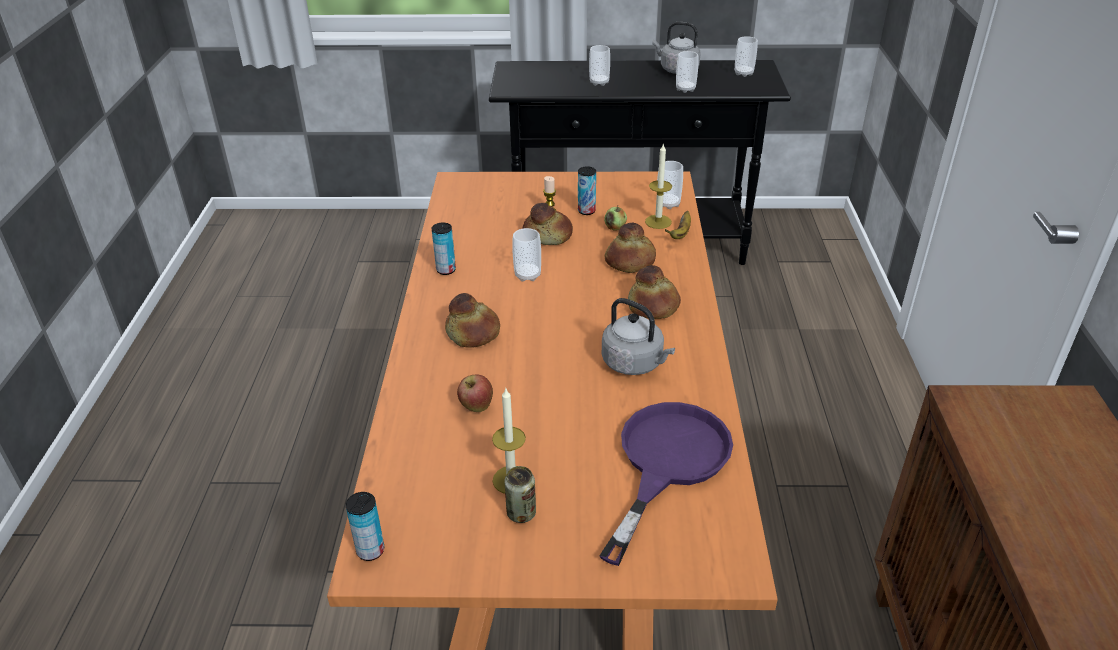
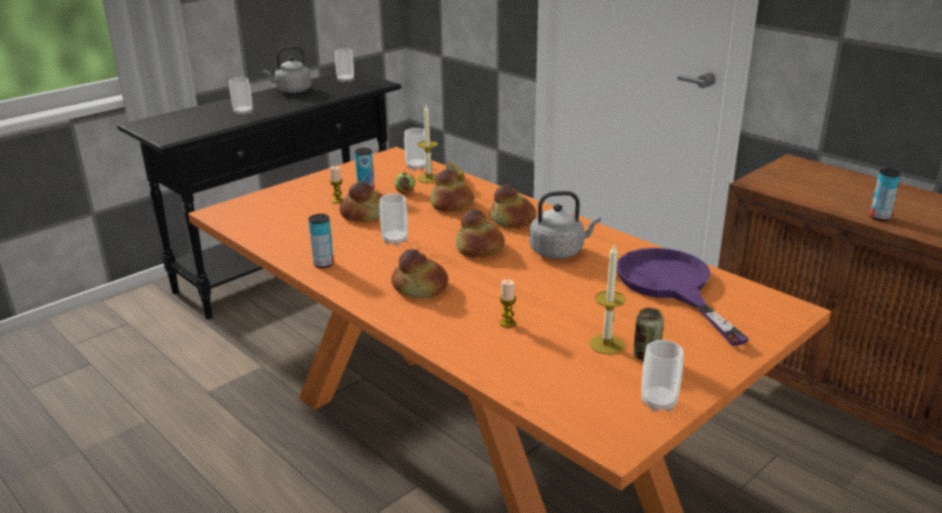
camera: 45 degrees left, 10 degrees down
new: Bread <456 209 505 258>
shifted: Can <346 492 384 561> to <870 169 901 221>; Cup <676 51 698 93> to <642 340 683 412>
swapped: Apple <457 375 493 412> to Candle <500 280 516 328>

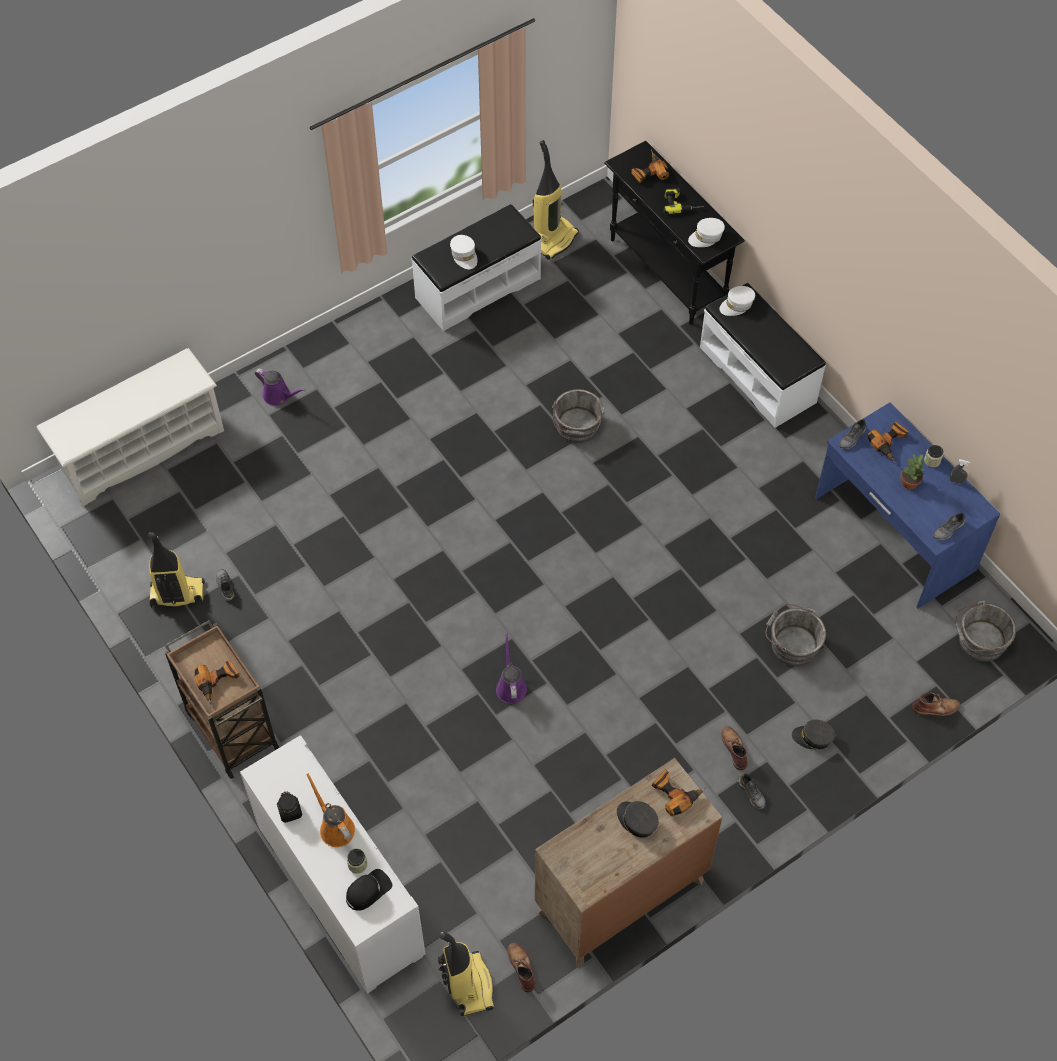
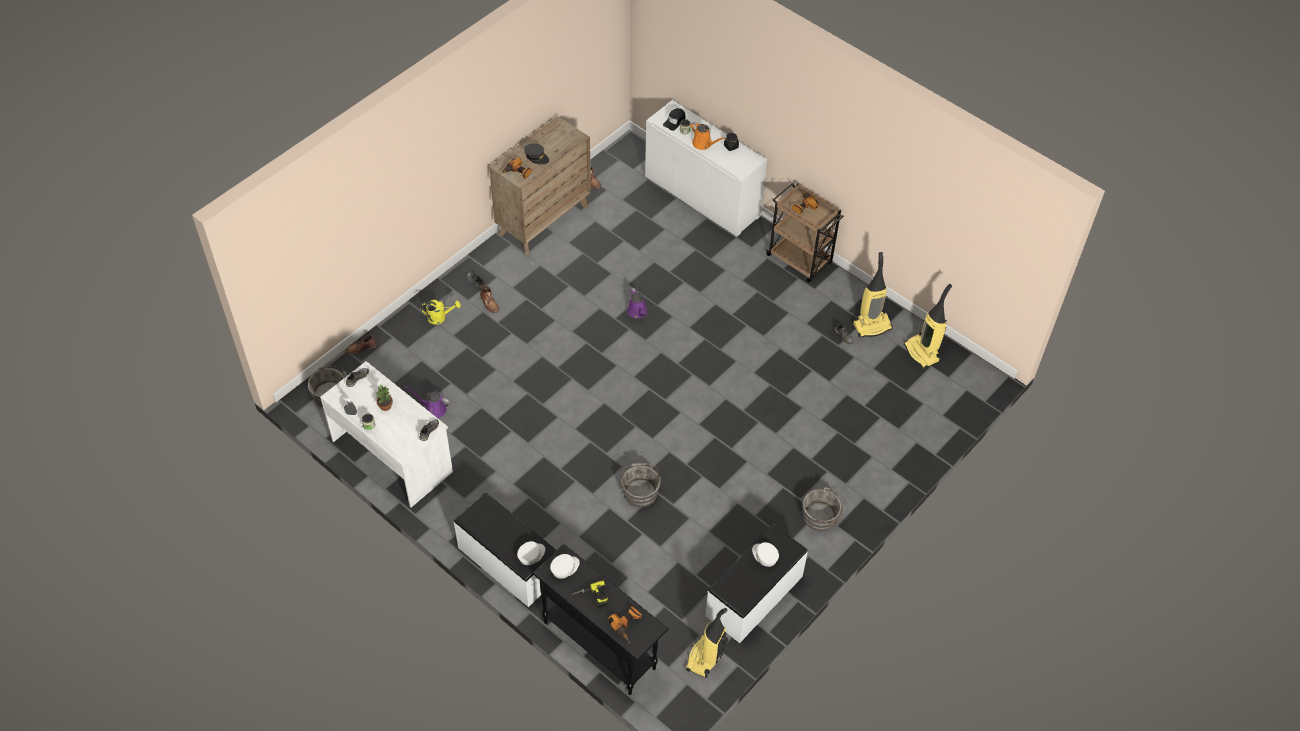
camera: 165 degrees right, 5 degrees down
gone: WhiteShoeRack <36 348 224 506>; PowerDrill <867 422 909 464>
shifted: PurpleWateringCan <255 369 305 406> to <405 386 450 418>; VacuumCleaner <438 932 494 1016> to <904 284 952 369>; GreyBucket <766 604 826 666> to <803 487 846 531>
swapped: GreyCap <792 720 835 750> to YellowWateringCan <421 300 461 325>
repainted: BlueDesk <815 402 1000 609> to WhiteDesk <320 361 453 508>

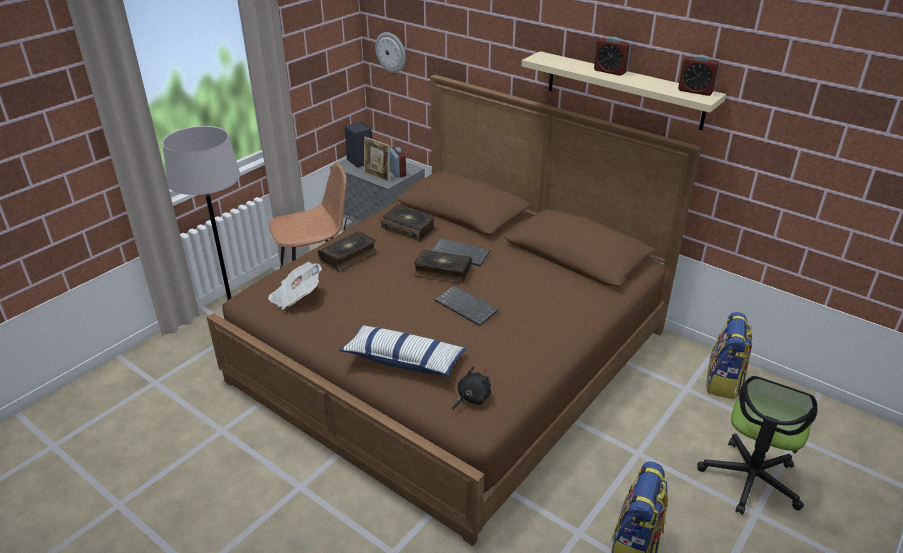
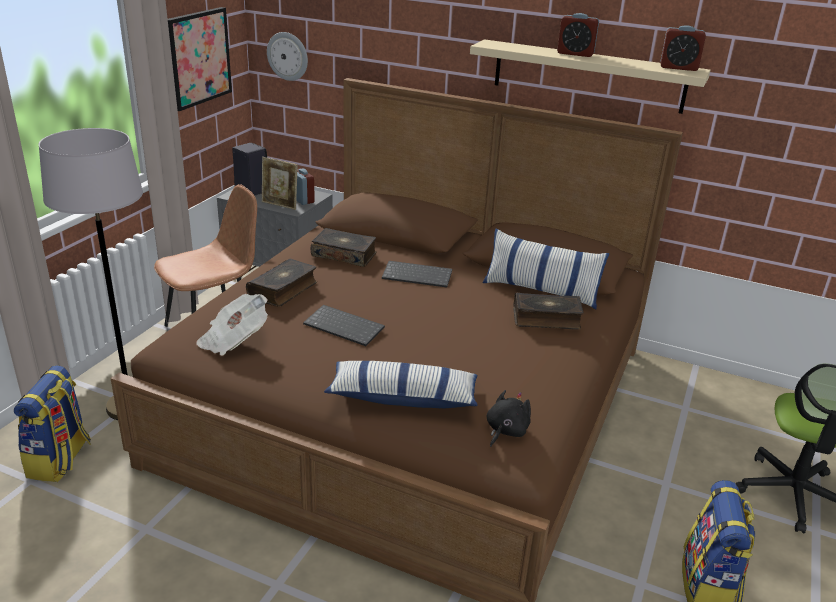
camera: 15 degrees left, 5 degrees down
new: Picture <168 7 232 111>; Pillow <483 229 609 309>
shifted: Book <414 249 472 284> to <513 293 584 330>; Keyboard <435 285 499 326> to <303 305 385 346>; Backpack <706 312 752 399> to <14 365 91 482>

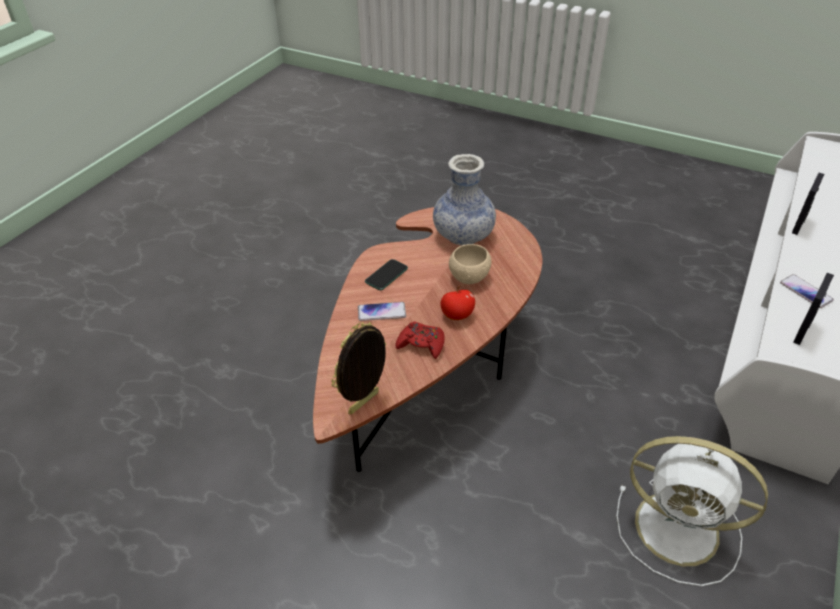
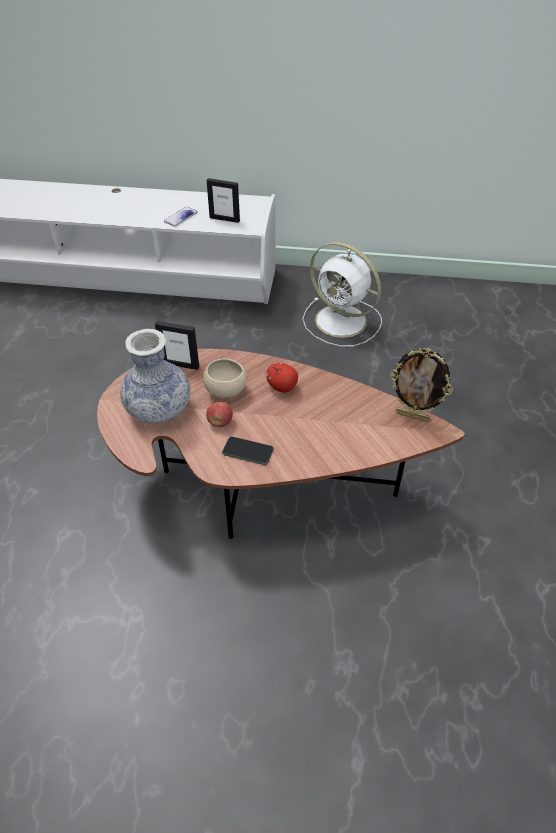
camera: 110 degrees left, 5 degrees up
gone: Phone <358 302 406 321>; RedGameController <395 322 445 359>
new: Apple <206 401 233 427>
shifted: PictureFrame <792 173 824 235> to <155 321 199 370>
rotated: WhiteFan <616 436 768 586> = <302 242 382 347> 120 degrees clockwise

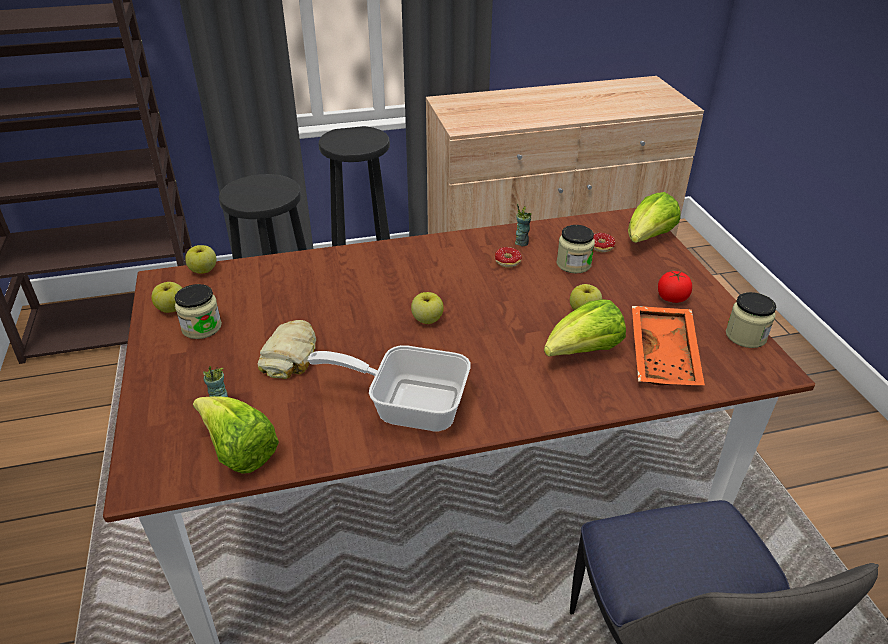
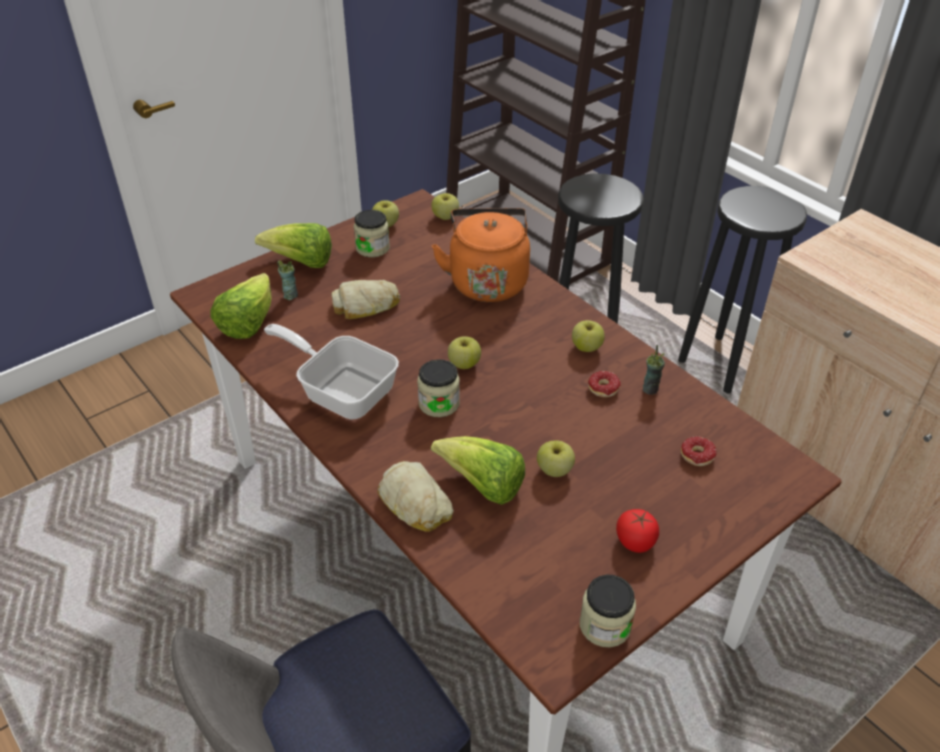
camera: 65 degrees right, 5 degrees up
gone: OrangeTray <632 306 705 385>
new: Bread <377 461 454 532>; OrangeKettle <432 208 530 302>; Apple <572 320 605 352>
shifted: Jar <556 225 595 274> to <417 359 460 417>; Lettuce <628 192 680 243> to <255 223 332 268>
rotated: FryingPan <308 345 471 431> = <264 324 399 419> 45 degrees counterclockwise

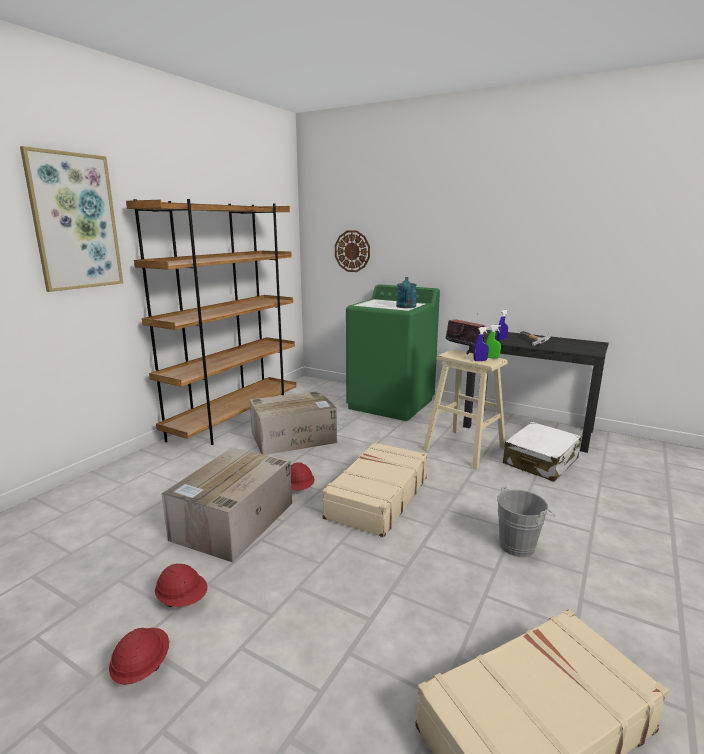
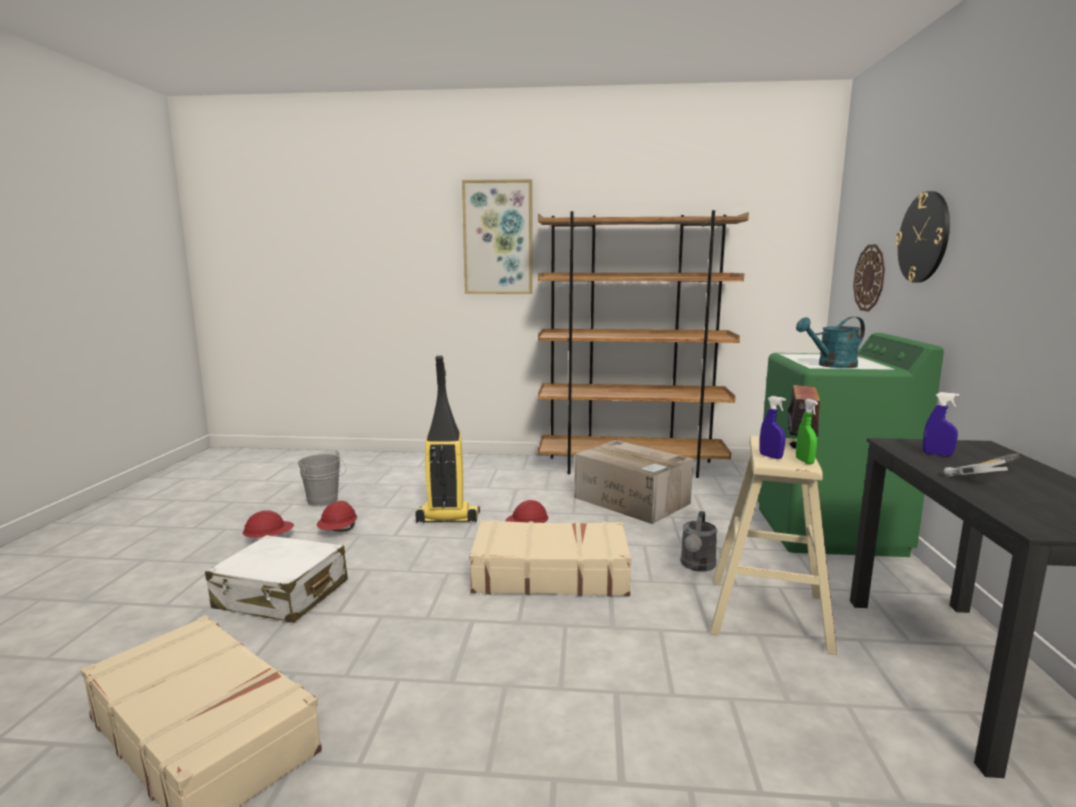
camera: 65 degrees right, 5 degrees down
new: GreyWateringCan <681 511 717 571>; WallClock <895 191 950 283>
shifted: GreyBucket <497 485 555 558> to <298 451 346 506>; WhiteSuitcase <503 422 582 482> to <205 535 348 623>
swapped: CardboardBox <161 448 292 563> to VacuumCleaner <415 355 480 523>

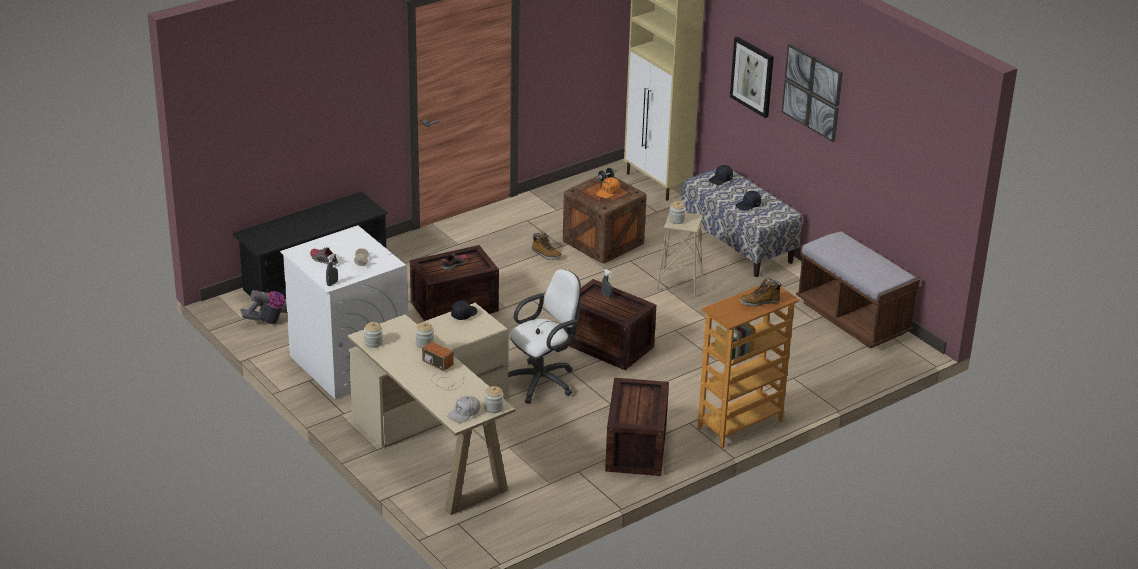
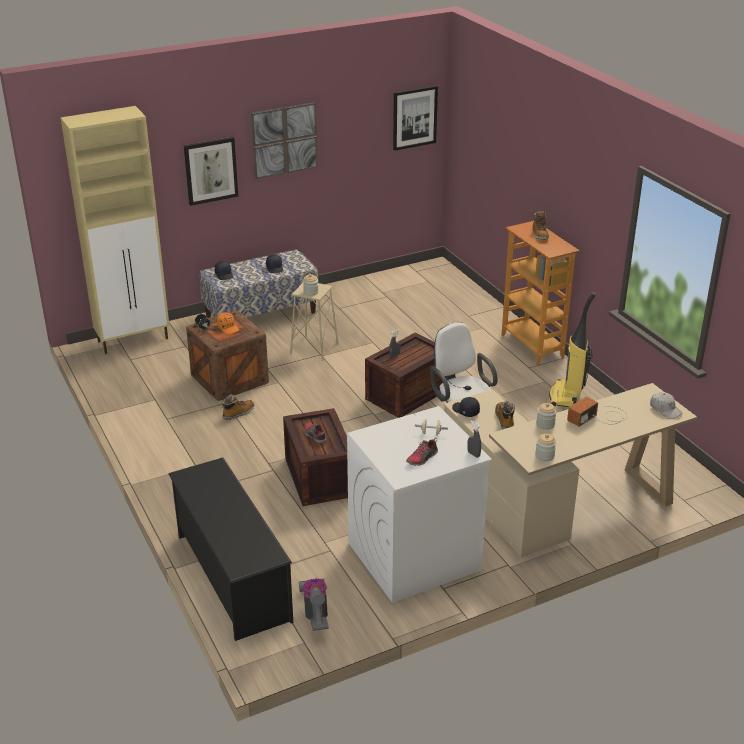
camera: 80 degrees left, 0 degrees up
gone: Jar <484 386 503 413>; BrownBench <796 230 920 349>
new: Picture <393 85 438 151>; Boot <495 401 515 429>
swapped: Crate <605 378 669 476> to VacuumCleaner <549 292 596 407>

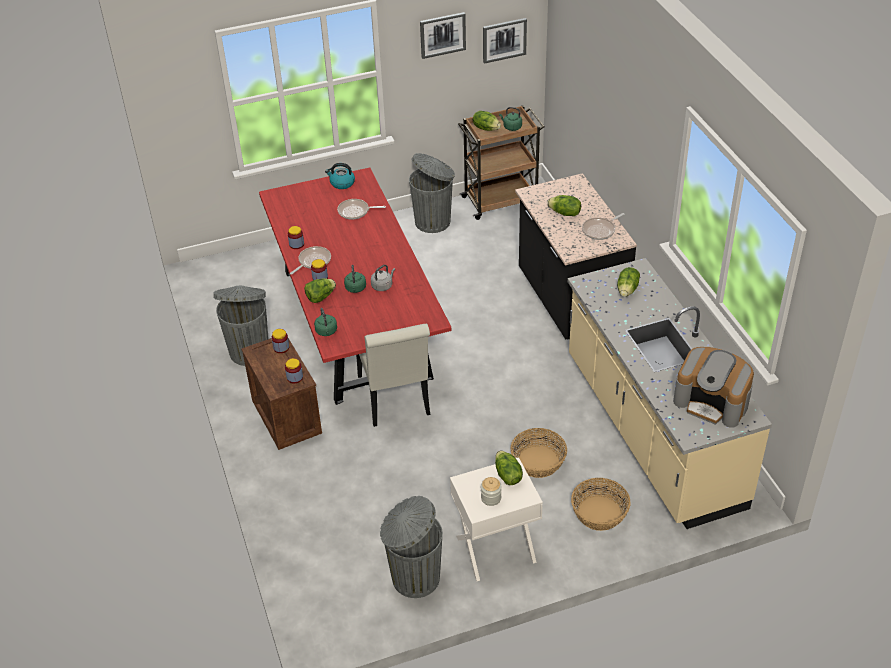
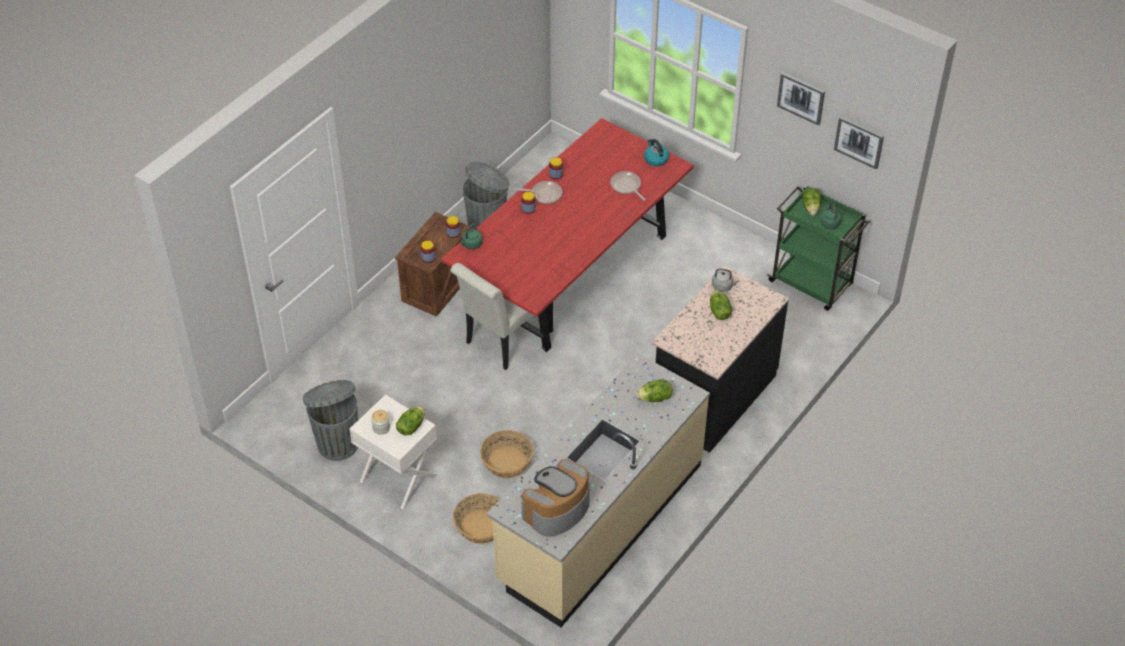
camera: 55 degrees right, 5 degrees up
gone: Lettuce <304 278 336 303>; GreenKettle <344 265 366 293>; GreyTrashCan <409 153 455 233>; FryingPan <582 213 625 240>
shifted: GreyKettle <371 265 395 291> to <712 268 739 292>
repainted: BrownCart <458 105 545 220> to GreenCart <767 185 870 311>
rotated: CoffeeMachine <673 347 754 428> = <521 459 590 537> 45 degrees clockwise

